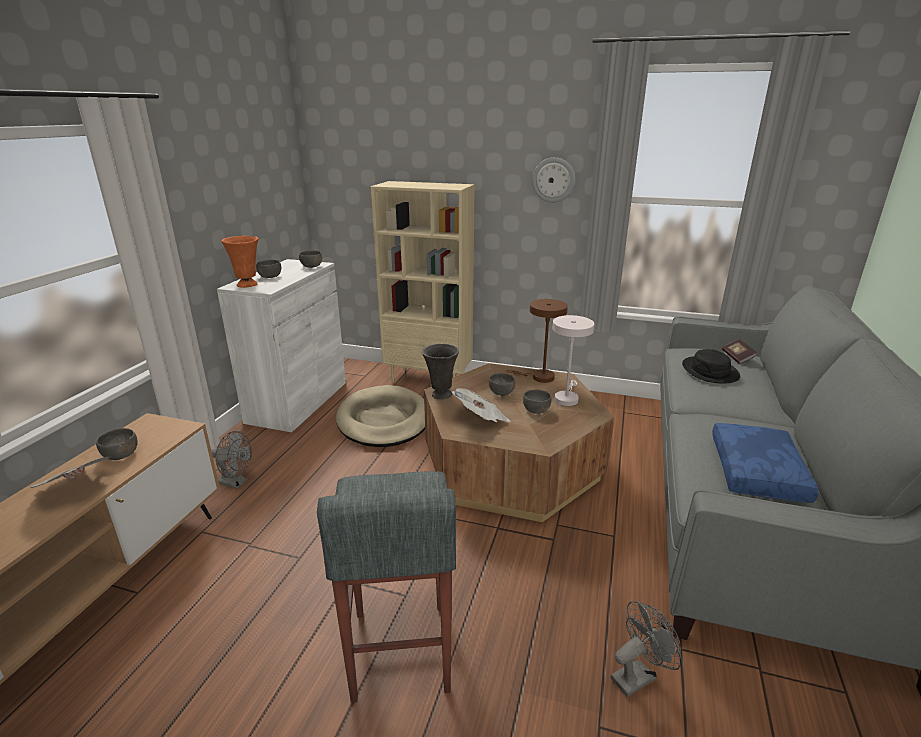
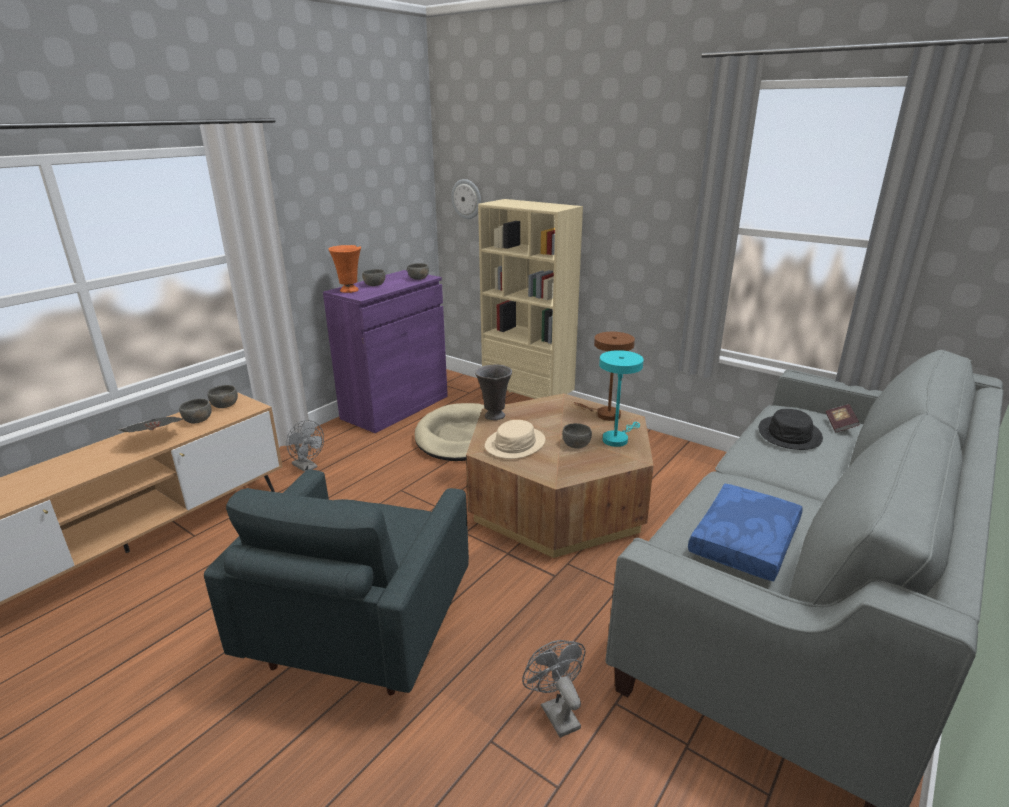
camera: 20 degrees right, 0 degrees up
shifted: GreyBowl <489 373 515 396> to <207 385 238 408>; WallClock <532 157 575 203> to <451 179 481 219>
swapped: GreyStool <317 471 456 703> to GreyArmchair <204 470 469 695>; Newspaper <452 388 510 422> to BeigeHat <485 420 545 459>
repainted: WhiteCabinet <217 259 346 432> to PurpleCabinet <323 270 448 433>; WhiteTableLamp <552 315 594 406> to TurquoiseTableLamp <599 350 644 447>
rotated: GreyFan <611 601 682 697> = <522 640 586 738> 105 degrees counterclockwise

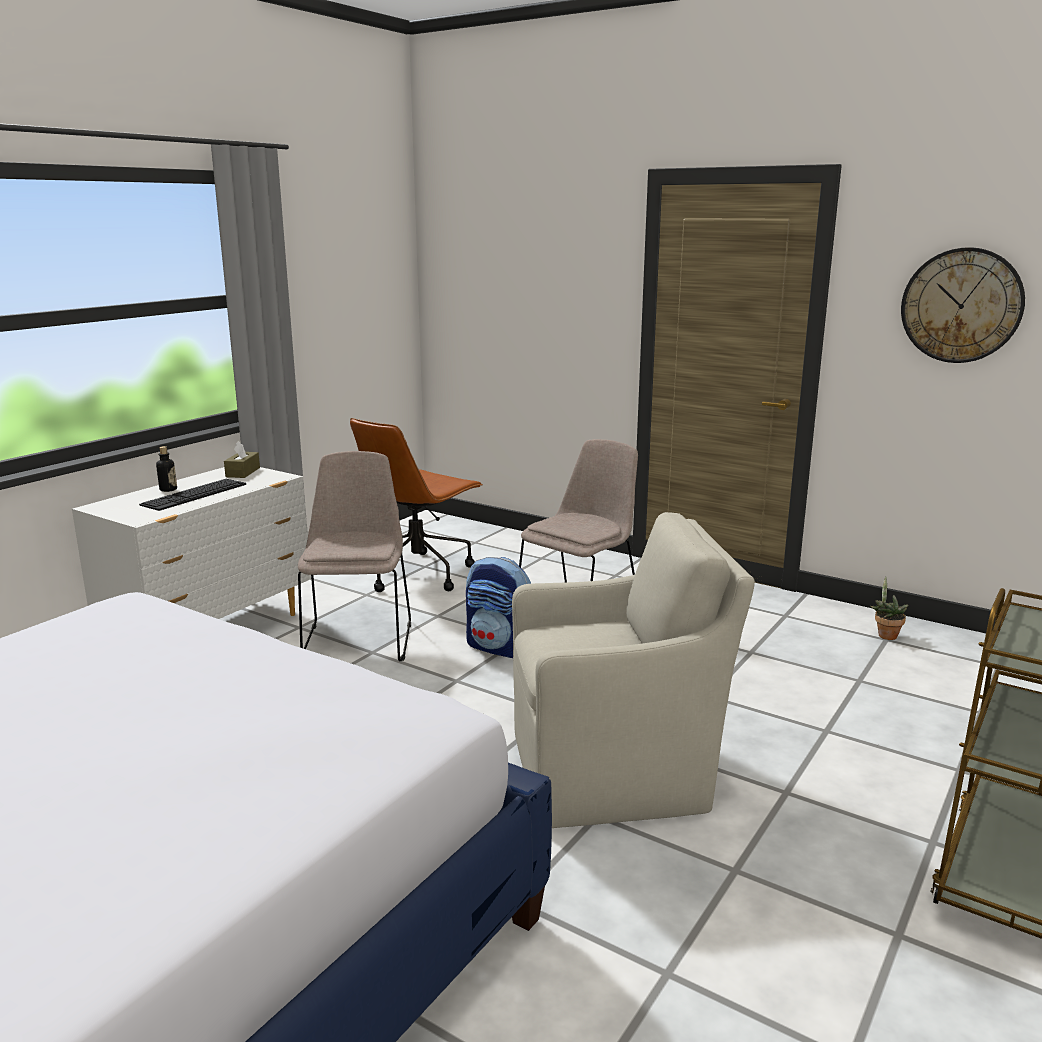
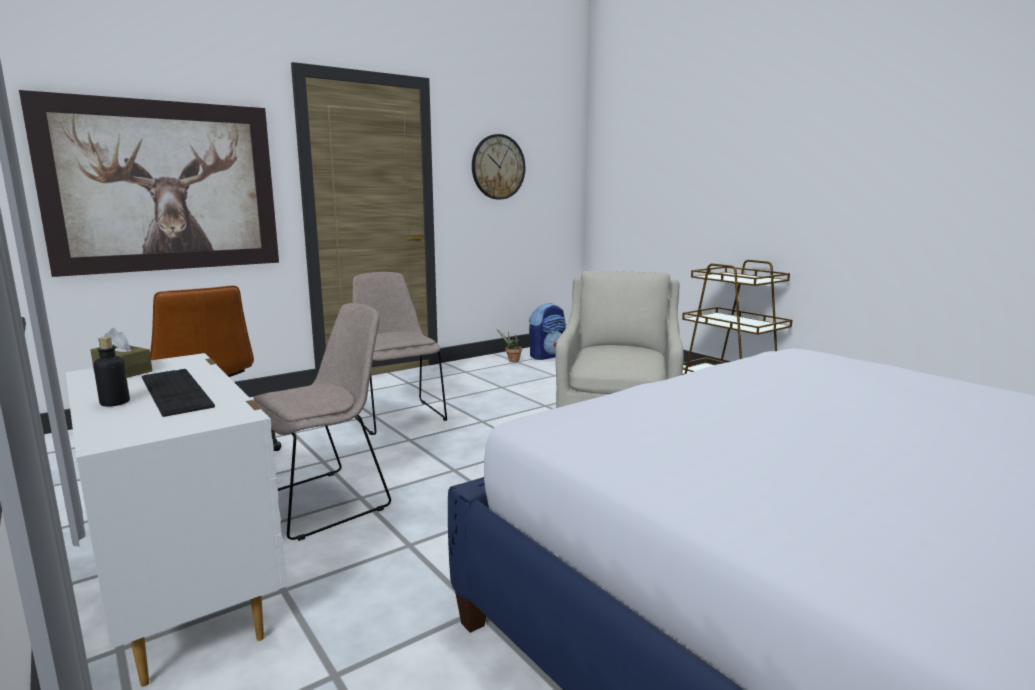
camera: 70 degrees left, 5 degrees down
new: Picture <19 90 279 277>
shifted: Backpack <466 557 532 658> to <529 303 566 360>
rotated: BeigeChair <298 451 411 661> = <254 303 391 541> 120 degrees clockwise

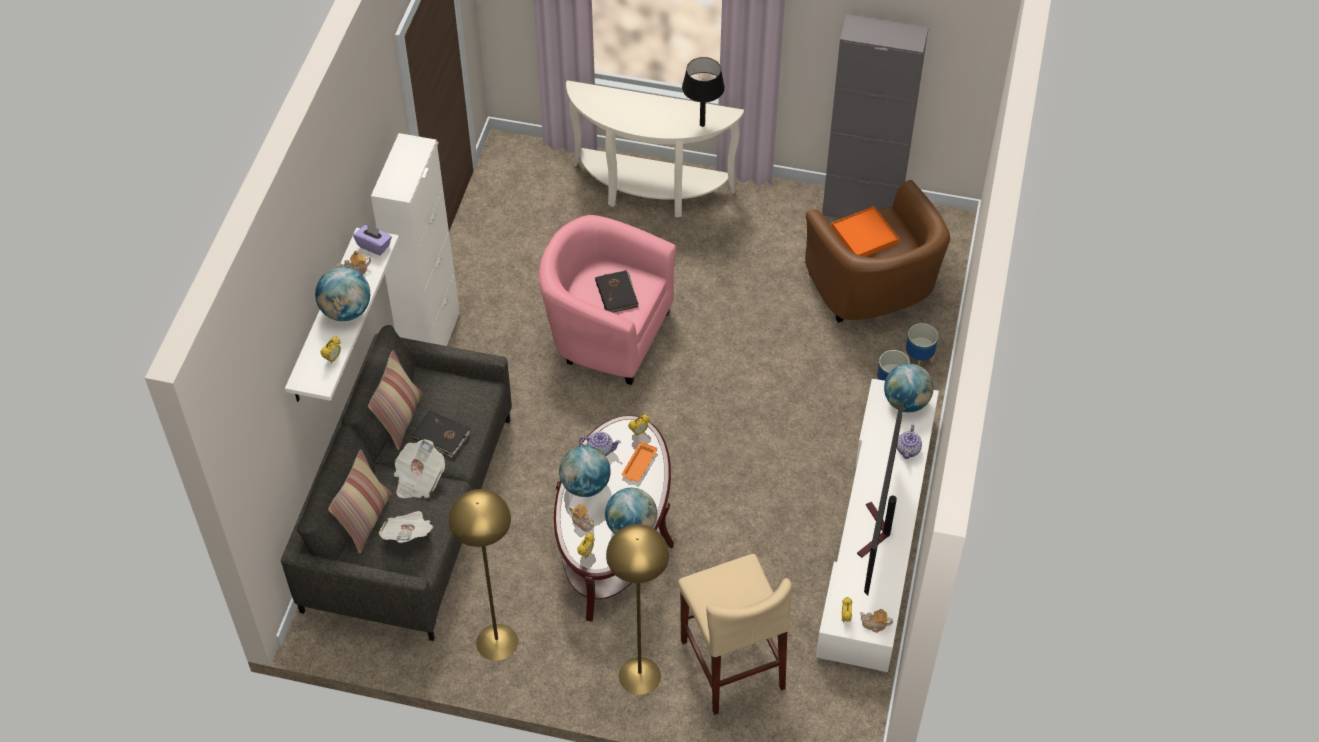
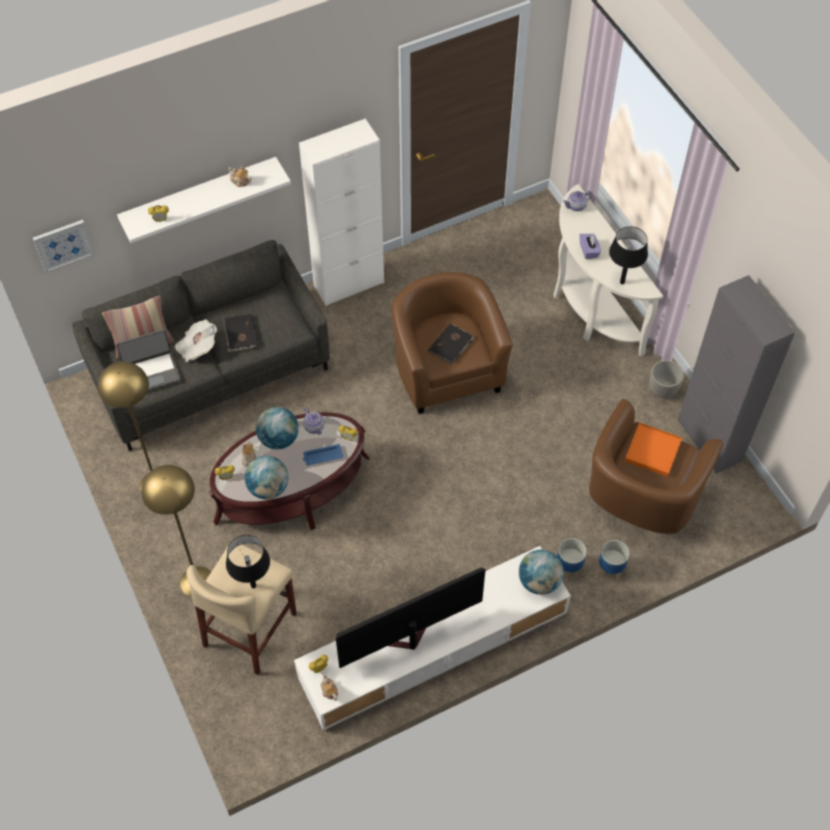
camera: 50 degrees right, 5 degrees up
gone: Globe <315 267 370 321>; Pillow <368 350 422 450>
new: Picture <33 220 95 273>; BlackTableLamp <226 535 270 588>; Planter <649 360 684 398>
shifted: PurpleTissueBox <353 224 392 256> to <580 234 601 259>; Teapot <897 425 922 459> to <563 191 592 211>
swapped: Newspaper <379 511 434 543> to Laptop <116 329 181 391>
repainted: PinkArmchair <539 215 676 385> to BrownArmchair <392 272 513 414>; OrangeTray <622 442 657 482> to BlueTray <303 444 343 466>

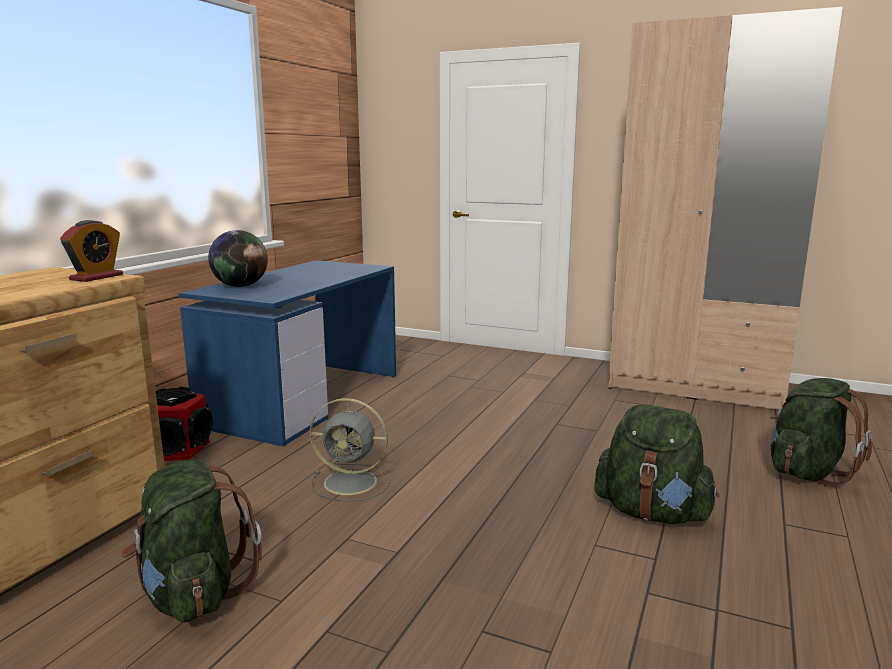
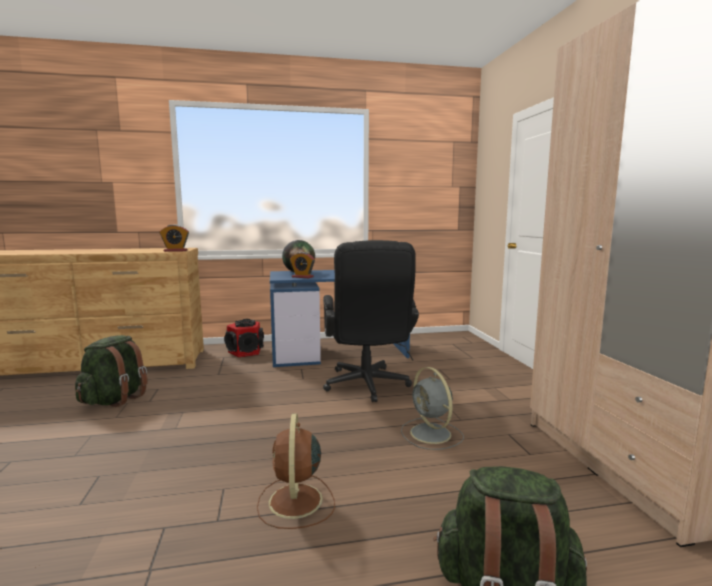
camera: 55 degrees right, 5 degrees down
new: AlarmClock <290 252 315 278>; BlackOfficeChair <323 240 419 402>
shifted: GreyFan <310 398 391 501> to <401 367 464 450>
swapped: GreenBackpack <594 404 719 524> to BrownFan <257 413 335 529>

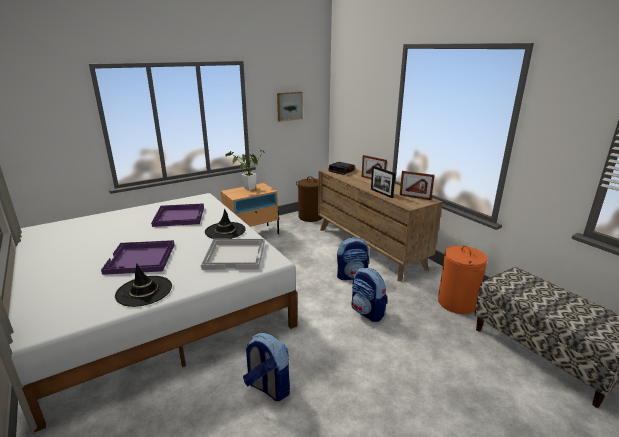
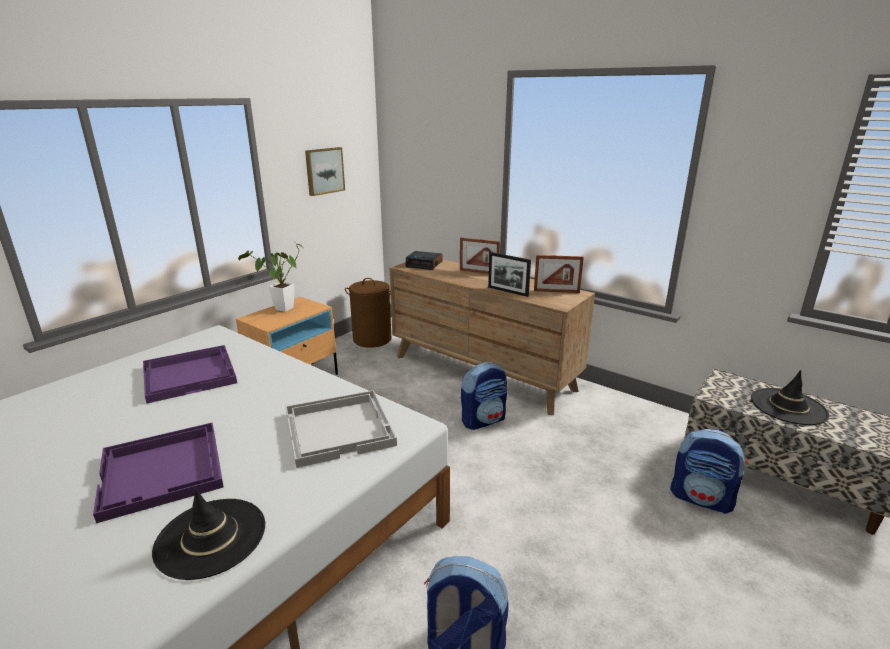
camera: 20 degrees left, 0 degrees up
gone: OrangeLaundryBasket <438 245 488 314>
shifted: BlackHat <205 208 246 239> to <751 370 829 425>; Backpack <351 268 387 322> to <670 429 748 514>

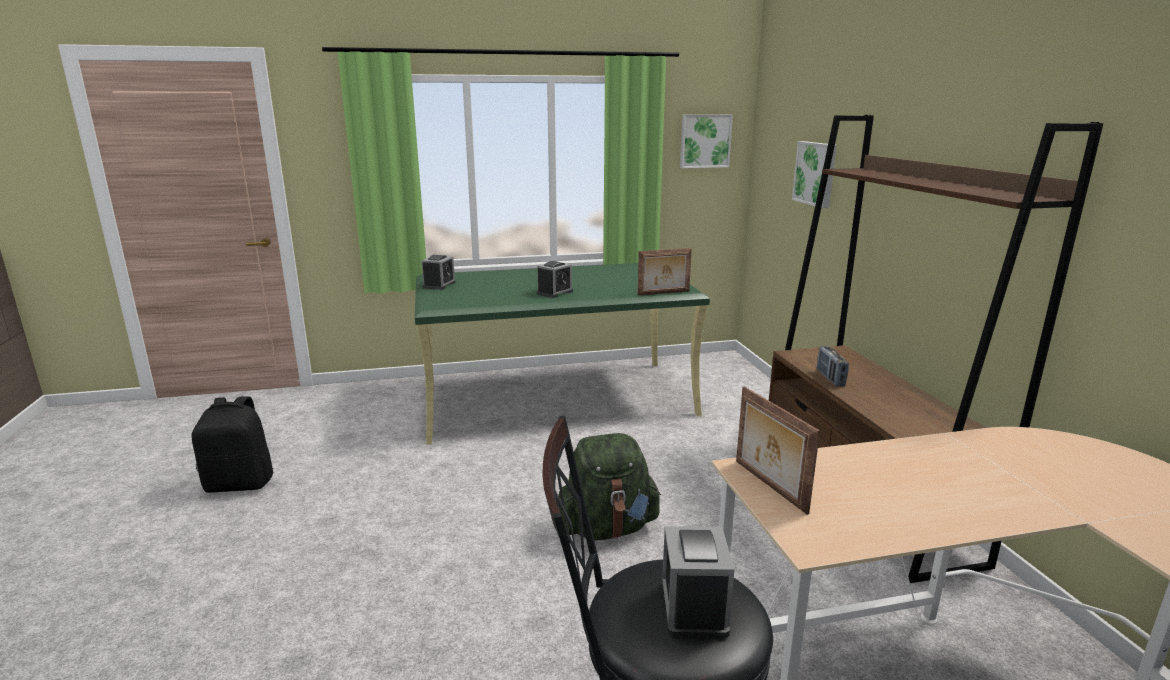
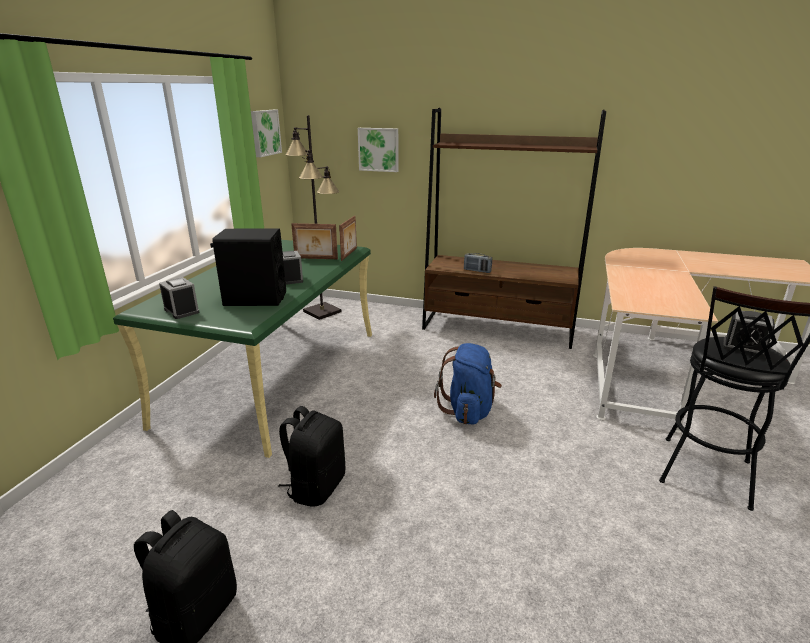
camera: 60 degrees left, 5 degrees up
new: BlackSpeaker <210 228 286 306>; BlackBackpack <278 406 345 507>; BlackFloorLamp <285 115 341 320>
shifted: PictureFrame <736 386 820 515> to <291 223 338 259>
repainted: GreenBackpack <558 433 661 540> to BlueBackpack <434 343 502 424>

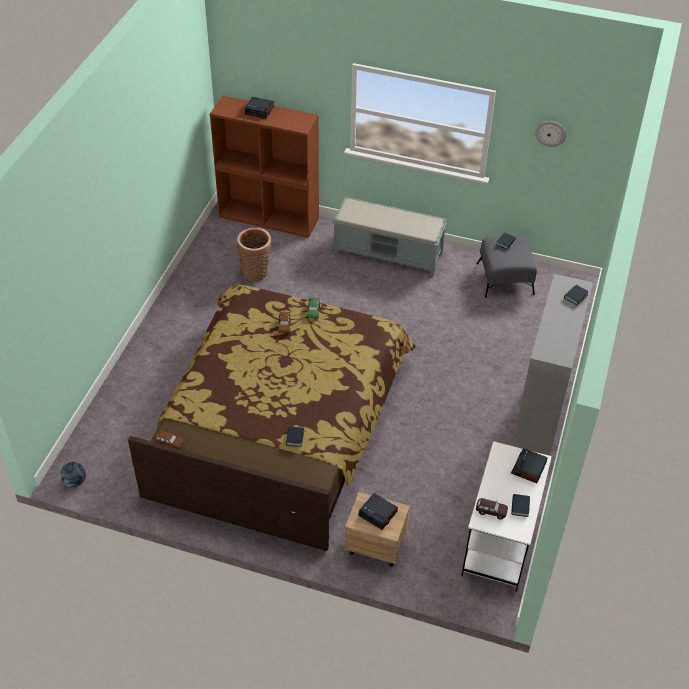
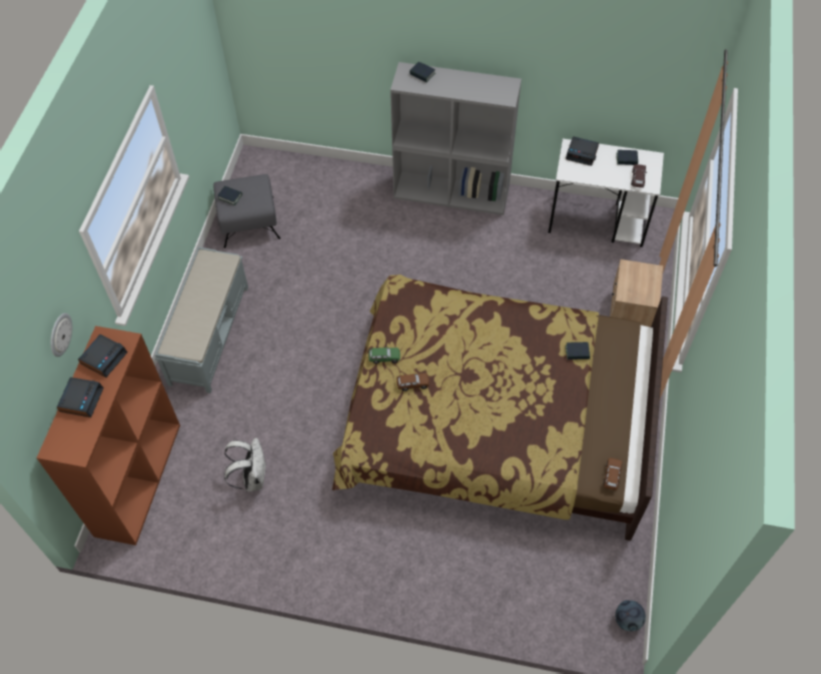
camera: 95 degrees left, 10 degrees up
shifted: AlarmClock <358 493 398 530> to <78 334 128 377>; WallClock <535 121 566 147> to <51 313 72 357>
swapped: Basket <237 228 271 282> to WhiteBackpack <224 438 266 491>

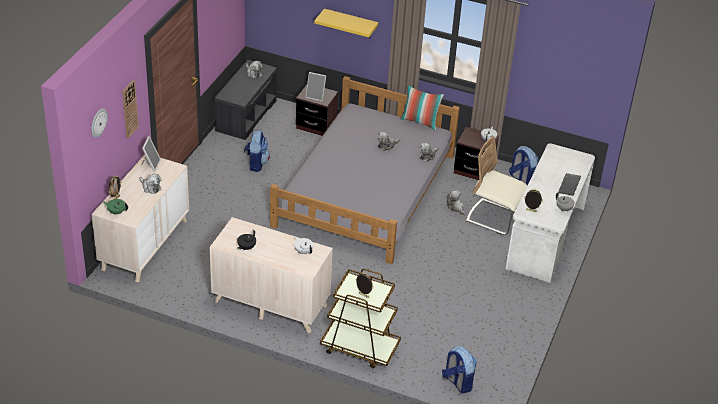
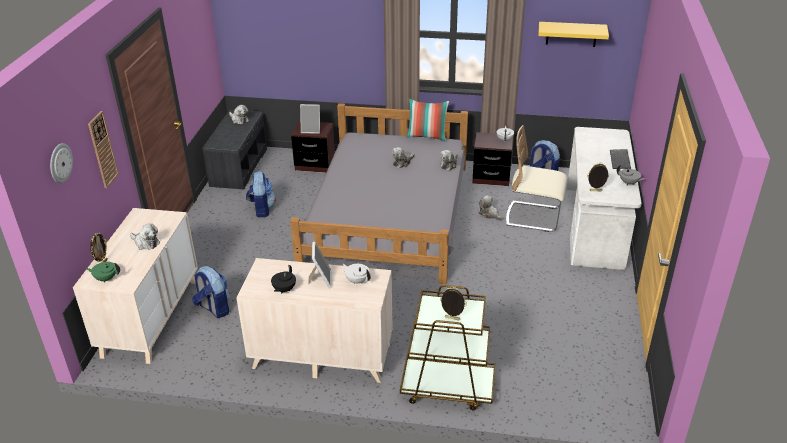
camera: 10 degrees left, 5 degrees down
shifted: PictureFrame <141 136 161 172> to <308 241 331 288>; YellowShelf <314 8 379 38> to <538 22 609 47>; Backpack <442 346 477 393> to <192 266 230 318>

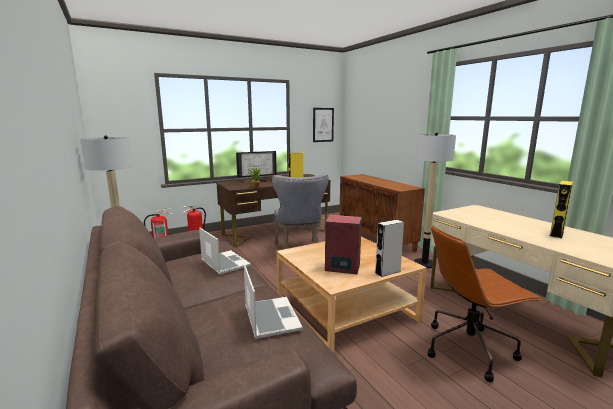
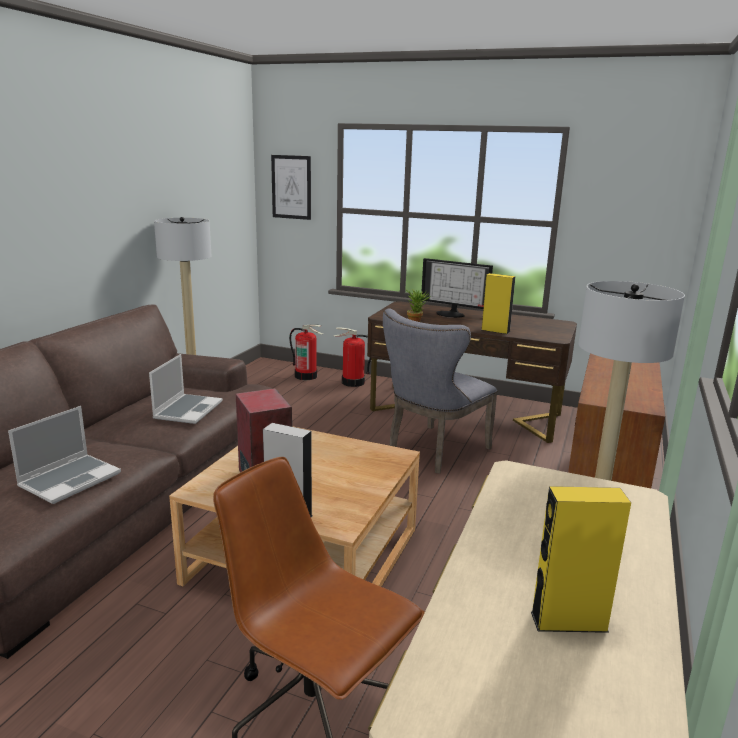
camera: 50 degrees right, 5 degrees up
shifted: Picture <313 108 334 142> to <271 155 311 220>

